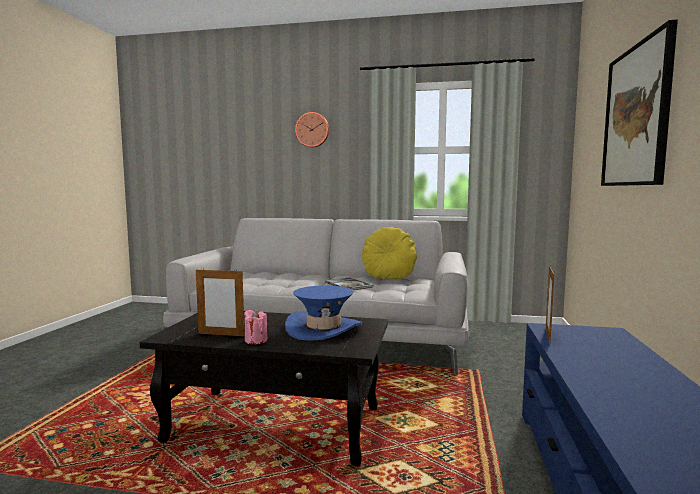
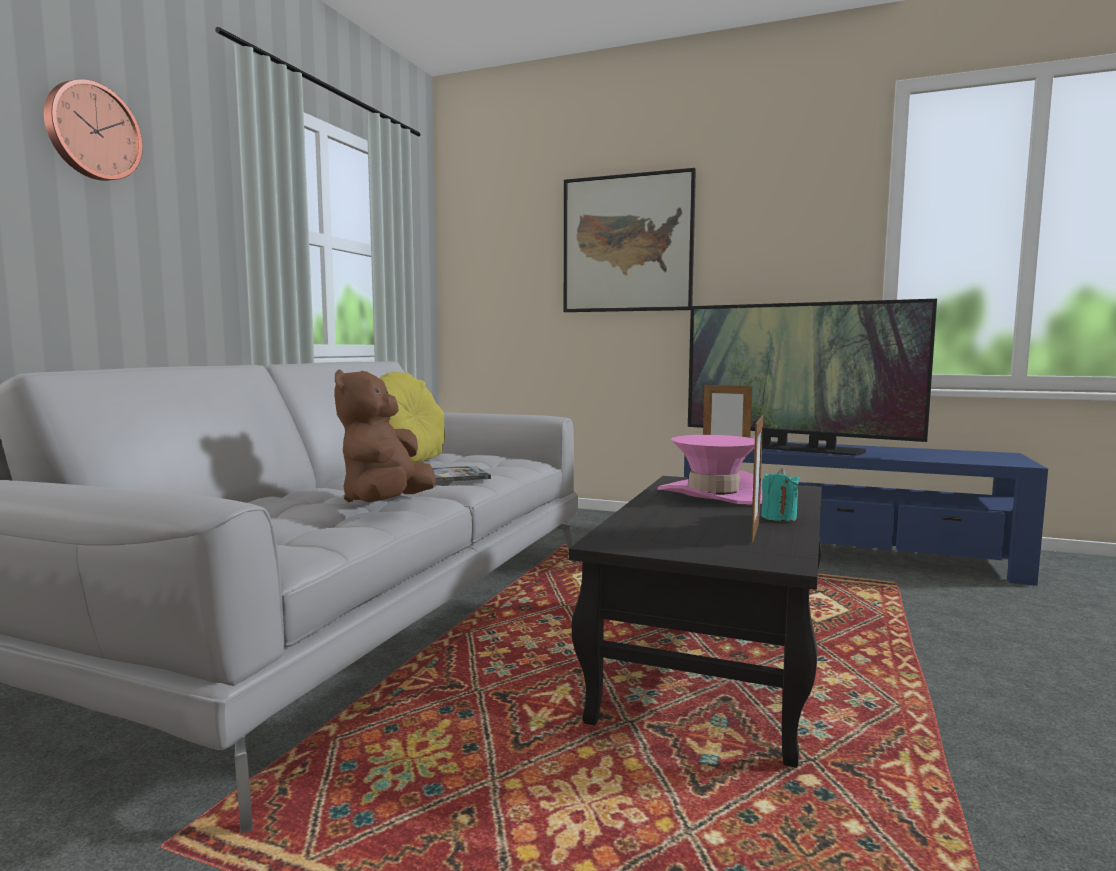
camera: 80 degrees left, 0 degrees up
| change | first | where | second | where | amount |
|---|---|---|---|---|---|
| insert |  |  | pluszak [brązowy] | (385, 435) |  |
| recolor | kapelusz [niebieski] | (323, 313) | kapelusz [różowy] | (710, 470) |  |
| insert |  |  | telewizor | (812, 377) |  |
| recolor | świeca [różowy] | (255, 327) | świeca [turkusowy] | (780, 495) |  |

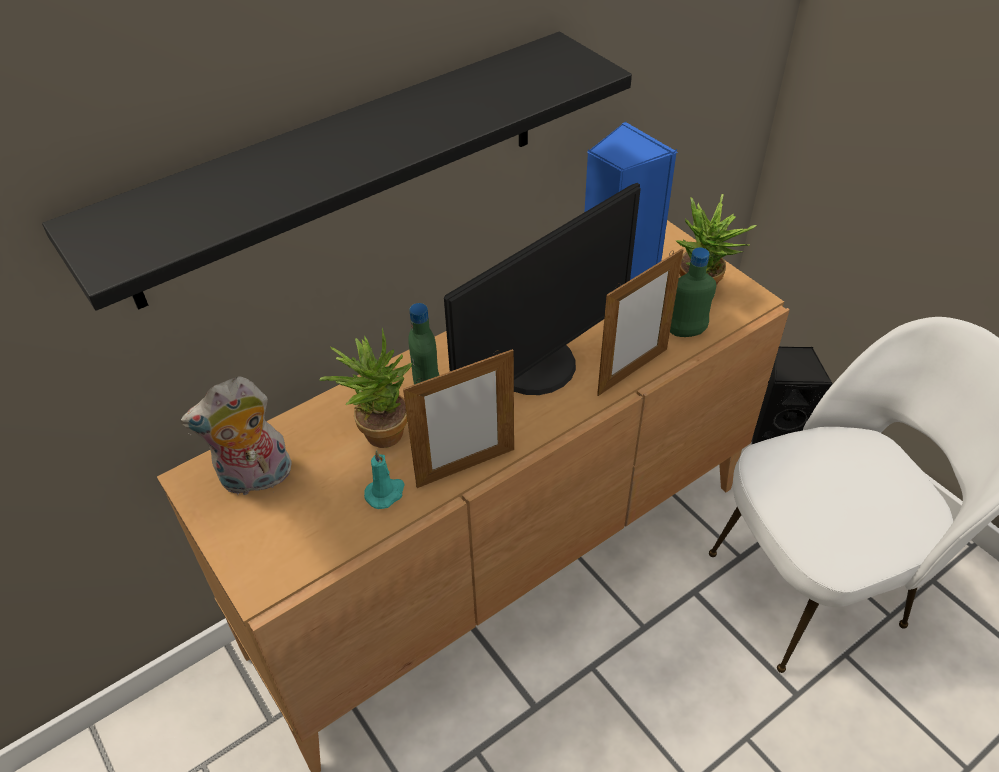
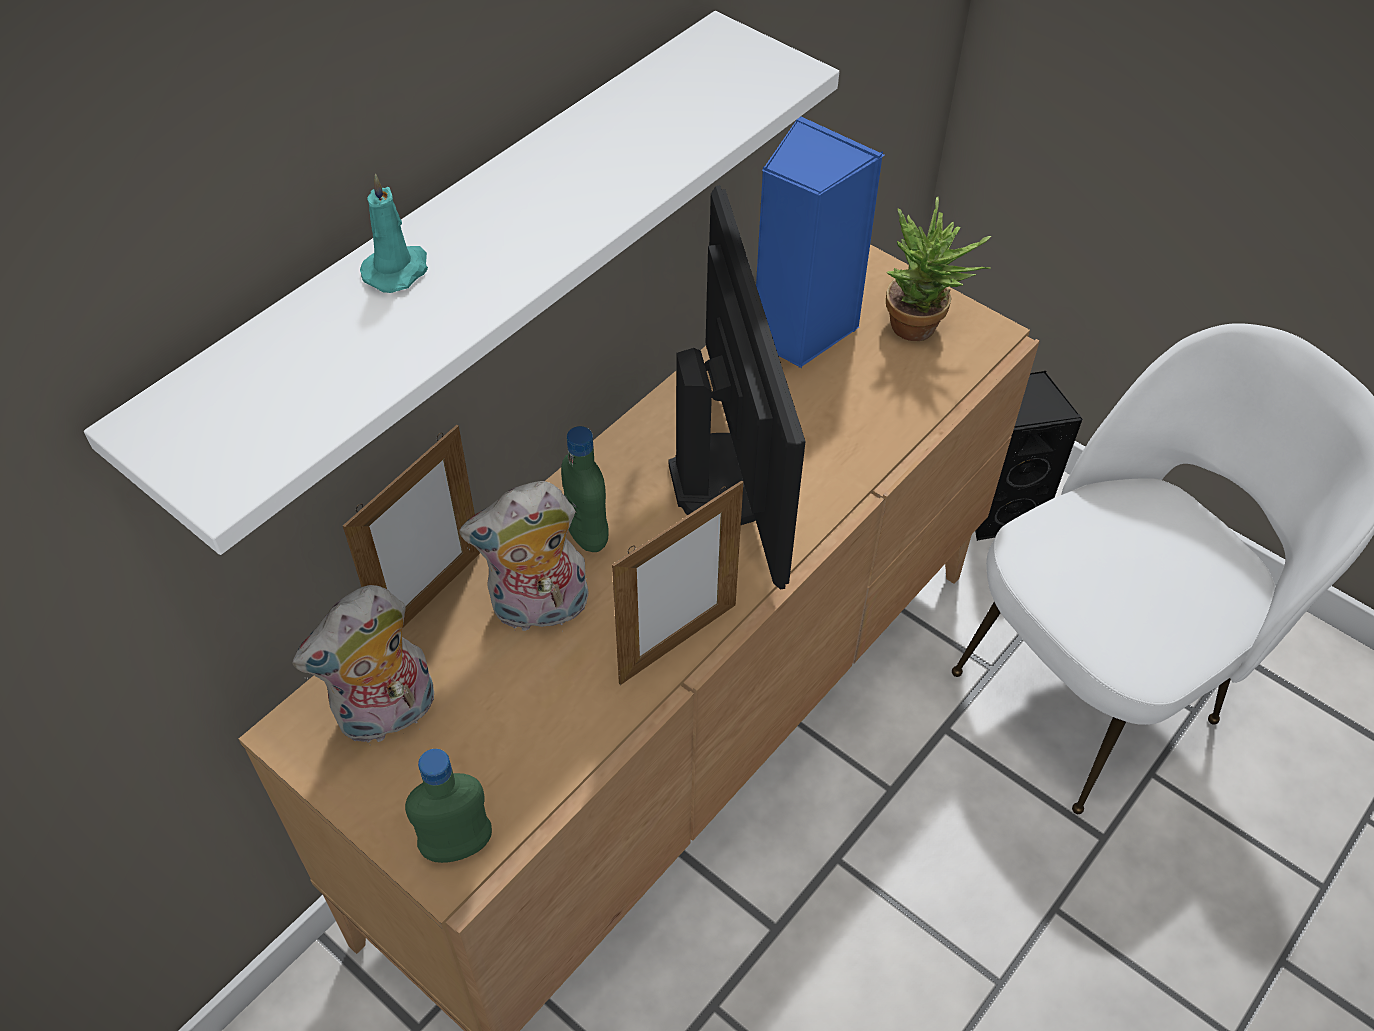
camera: 15 degrees left, 5 degrees up
| change | first | where | second | where | amount |
|---|---|---|---|---|---|
| recolor | półka [czarny] | (337, 171) | półka [biały] | (461, 283) |  |
| move | ramka na zdjęcie | (640, 322) |  | (411, 526) |  |
| move | świeca [turkusowy] | (384, 479) |  | (394, 233) |  |
| move | butelka [zielony] | (693, 292) |  | (448, 806) |  |
| replace | roślina doniczkowa | (365, 388) | pluszak | (524, 556) |  |
| rotate | monitor | (542, 289) |  | (737, 388) | 45 degrees counterclockwise |

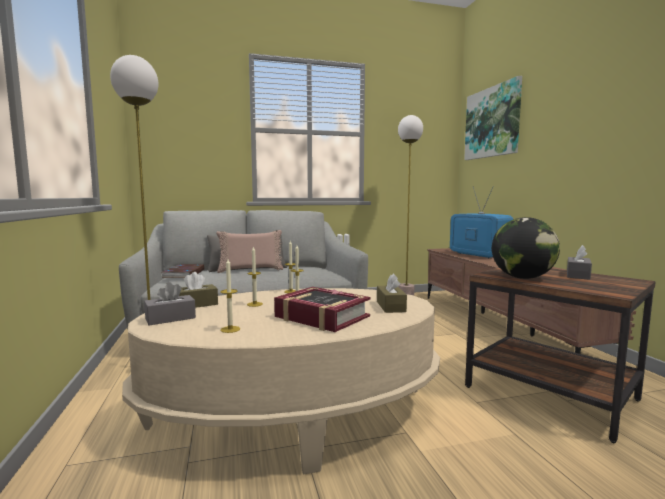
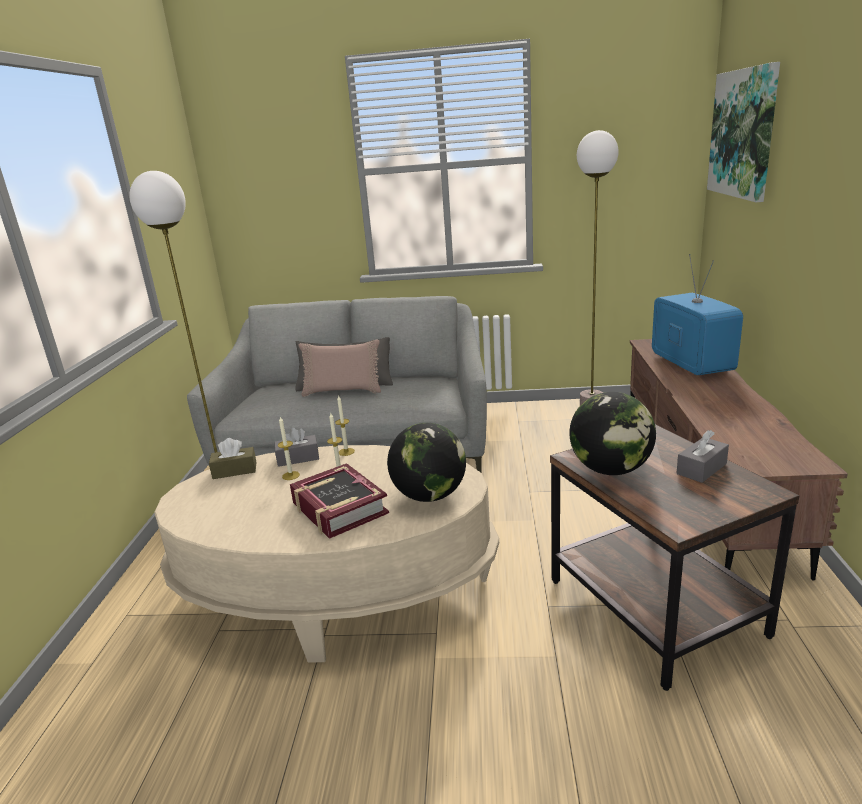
camera: 20 degrees right, 15 degrees up
| change | first | where | second | where | amount |
|---|---|---|---|---|---|
| move | pudełko chusteczek [szary] | (170, 303) |  | (297, 447) |  |
| replace | pudełko chusteczek [brązowy] | (392, 293) | globus | (426, 462) |  |
| delete | książka | (183, 271) |  |  |  |
| delete | świeca | (230, 296) |  |  |  |

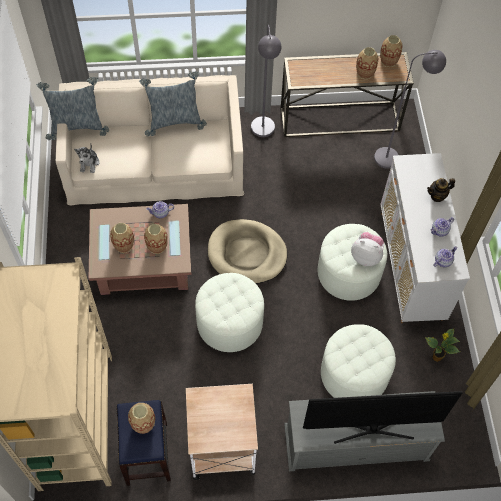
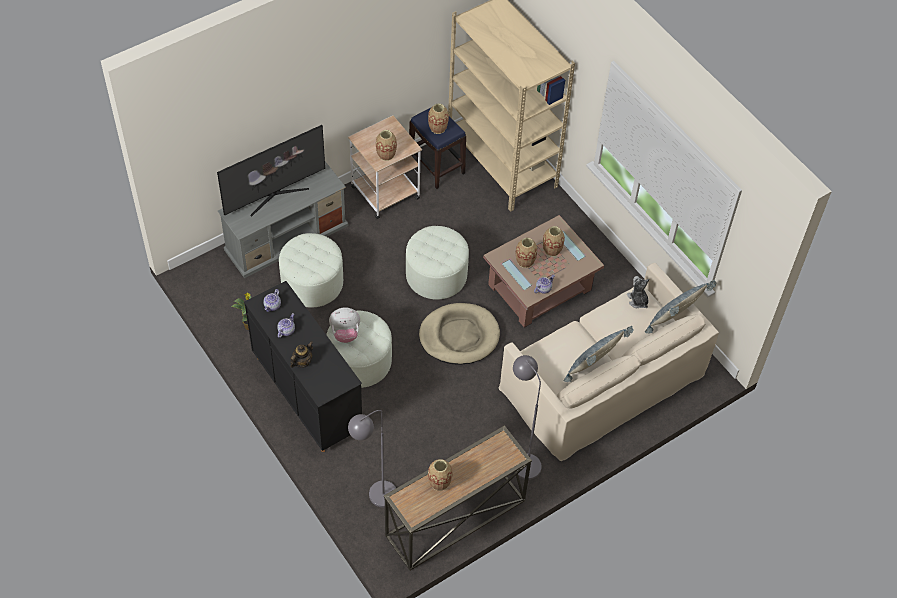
camera: 150 degrees right, 5 degrees down
| change | first | where | second | where | amount |
|---|---|---|---|---|---|
| recolor | szafka [biały] | (425, 238) | szafka [czarny] | (303, 366) |  |
| move | wazon | (391, 51) |  | (386, 145) |  |

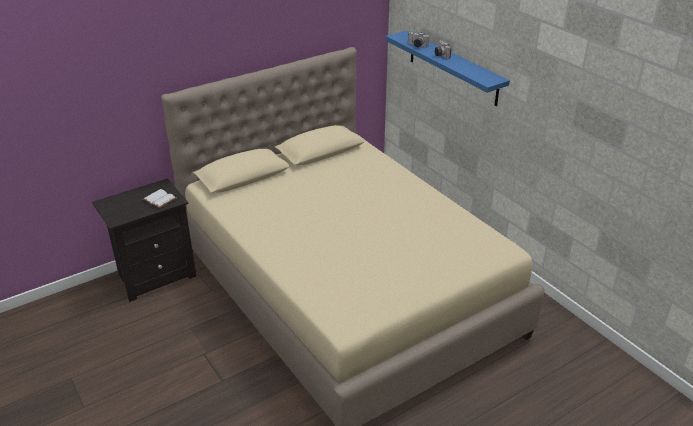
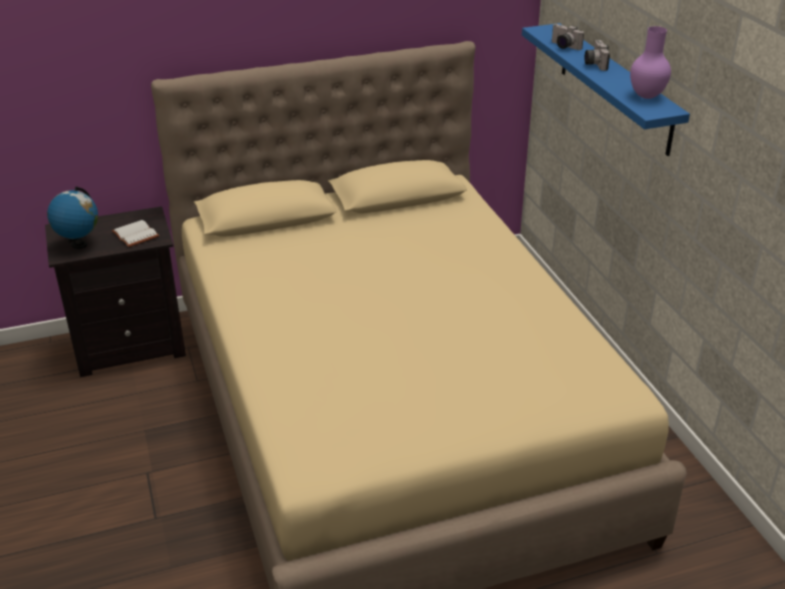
camera: 15 degrees right, 0 degrees up
| change | first | where | second | where | amount |
|---|---|---|---|---|---|
| insert |  |  | globus | (72, 217) |  |
| insert |  |  | wazon [fioletowy] | (650, 62) |  |

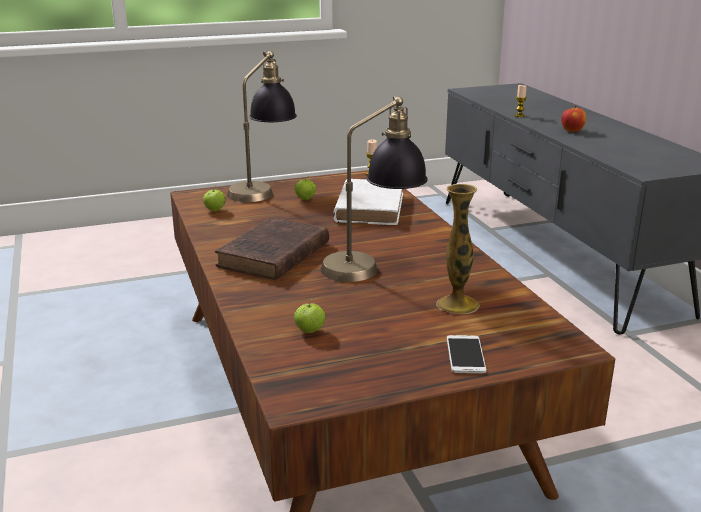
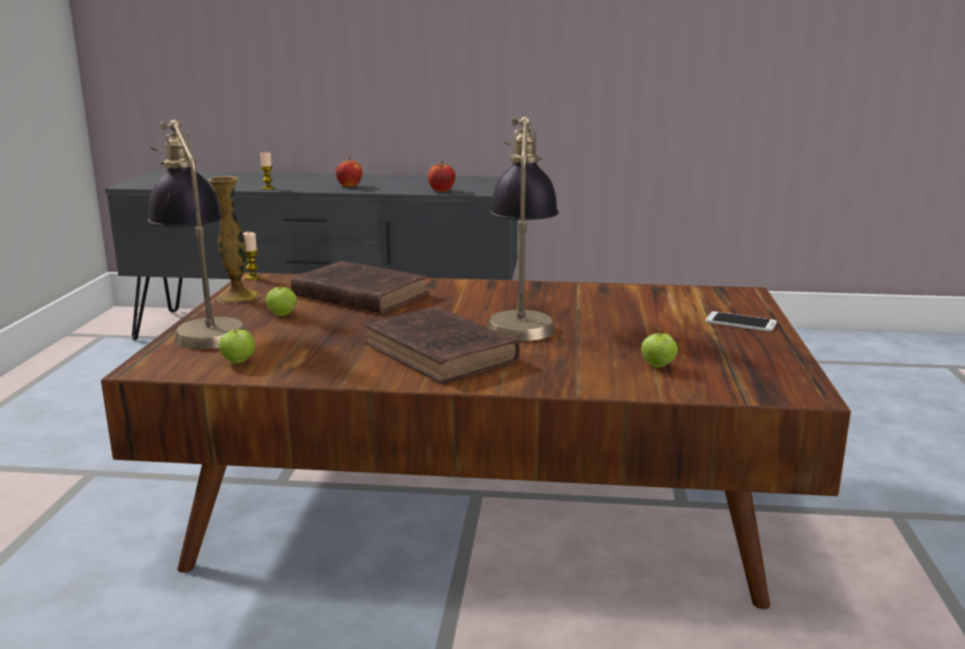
camera: 65 degrees left, 5 degrees down
| change | first | where | second | where | amount |
|---|---|---|---|---|---|
| move | wazon | (458, 249) |  | (234, 239) |  |
| recolor | książka [biały] | (368, 202) | książka [brązowy] | (359, 287) |  |
| insert |  |  | jabłko | (441, 176) |  |

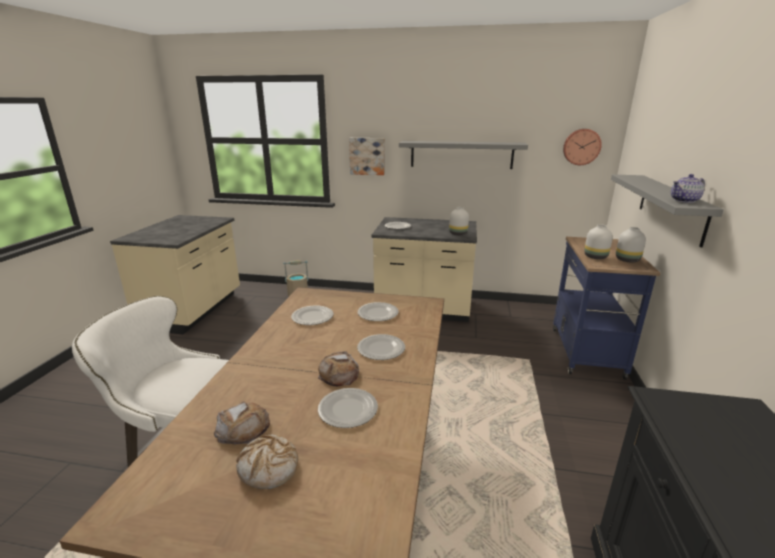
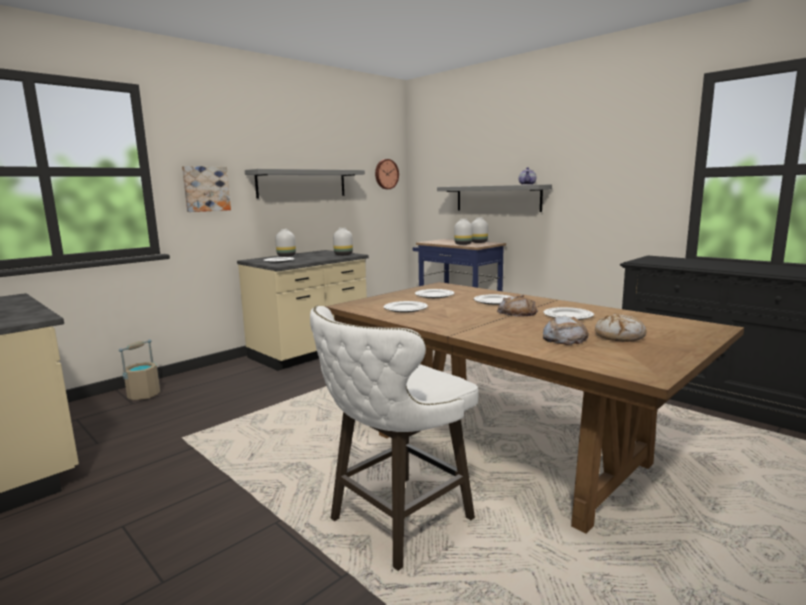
camera: 55 degrees left, 10 degrees down
| change | first | where | second | where | amount |
|---|---|---|---|---|---|
| insert |  |  | wazon [biały] | (285, 243) |  |

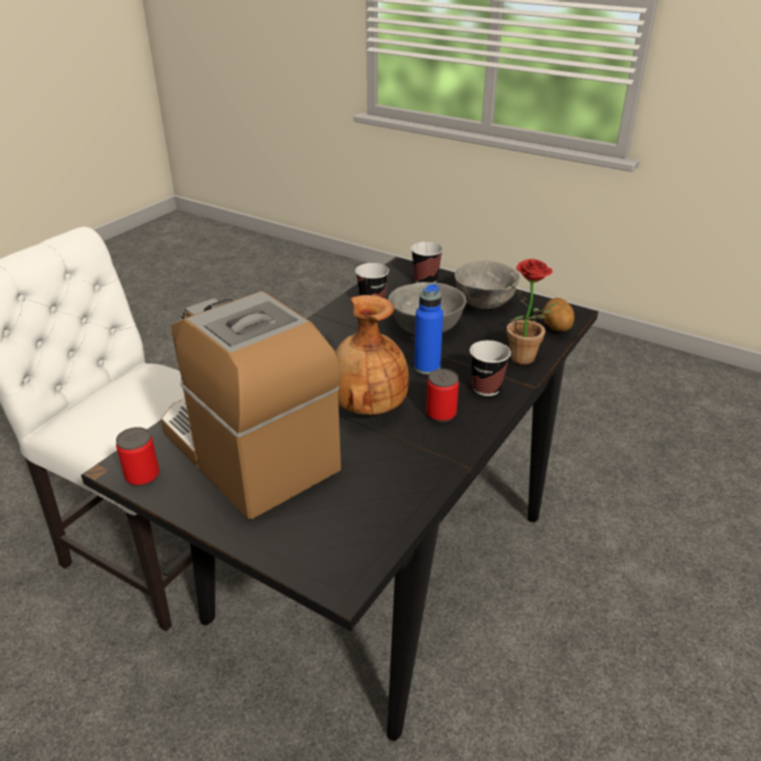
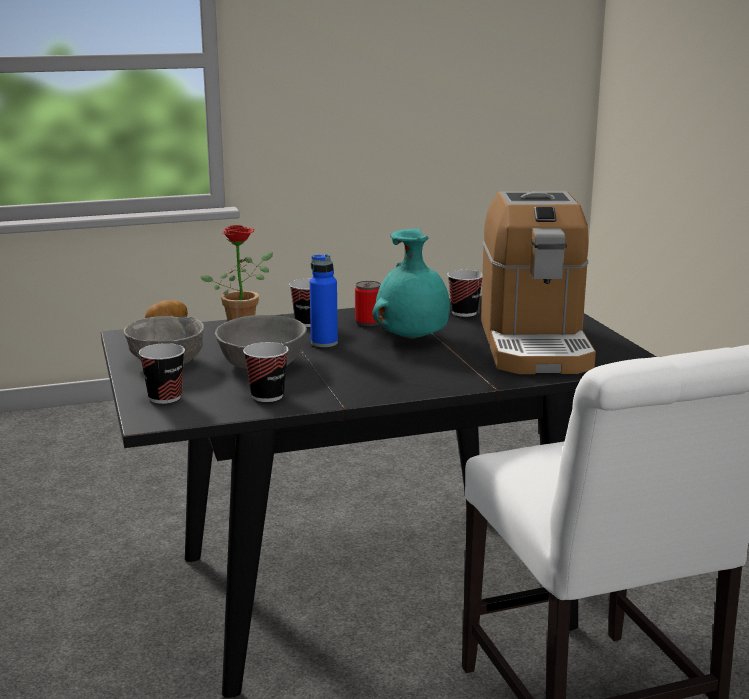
camera: 140 degrees left, 15 degrees down
| change | first | where | second | where | amount |
|---|---|---|---|---|---|
| recolor | wazon [brązowy] | (372, 355) | wazon [turkusowy] | (411, 284) |  |
| insert |  |  | filiżanka | (465, 293) |  |
| delete | puszka | (137, 457) |  |  |  |

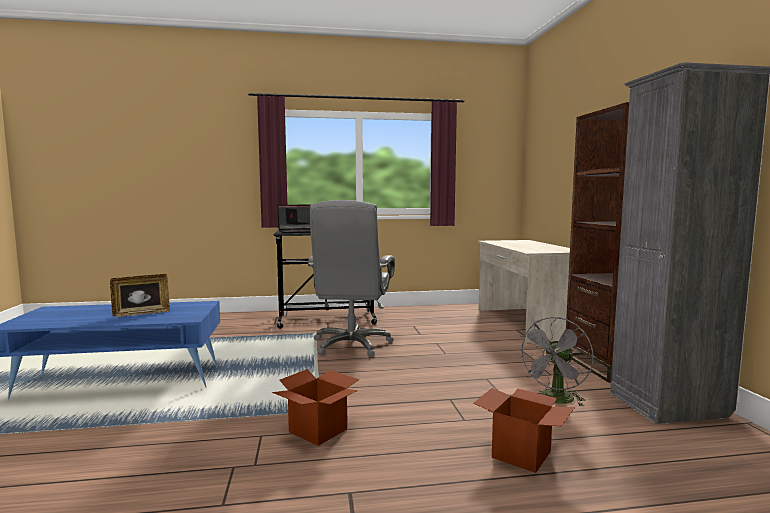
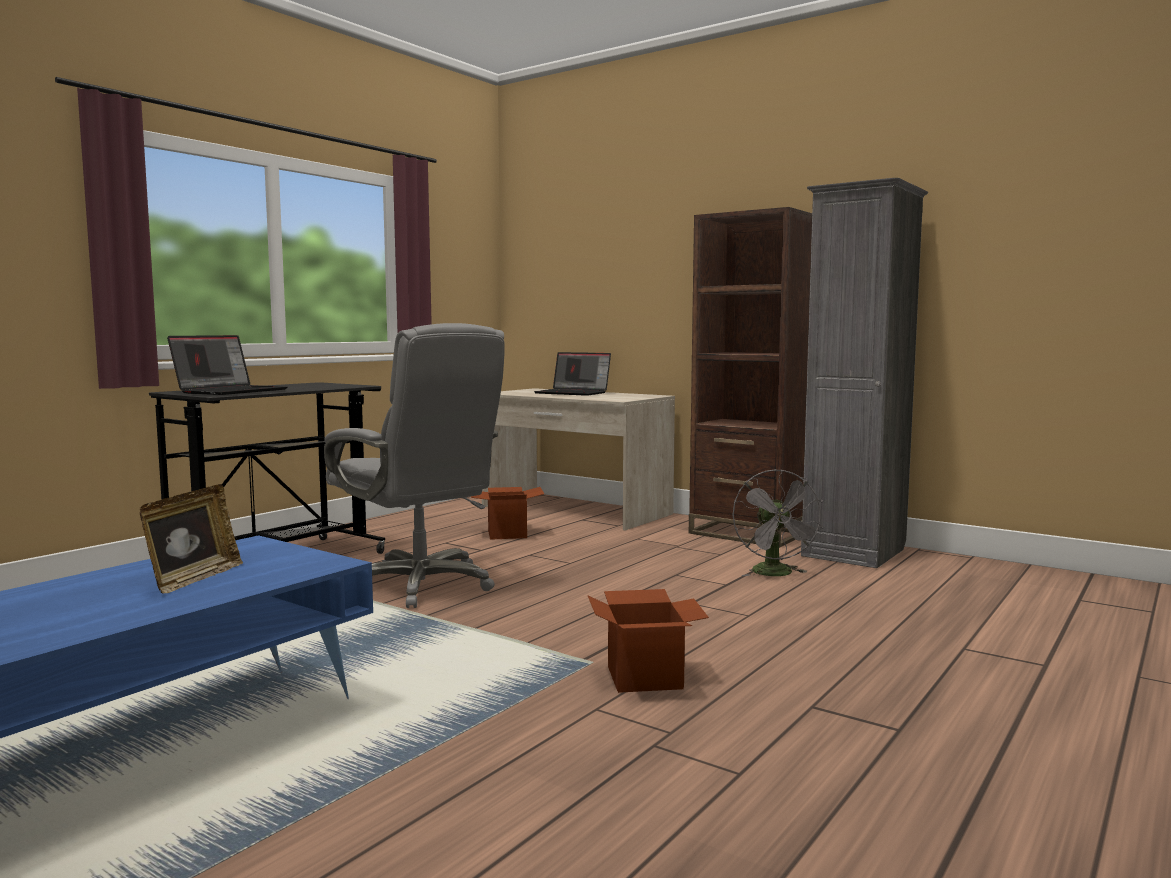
camera: 45 degrees left, 0 degrees up
| change | first | where | second | where | amount |
|---|---|---|---|---|---|
| move | karton | (524, 430) |  | (507, 513) |  |
| insert |  |  | laptop | (572, 374) |  |

